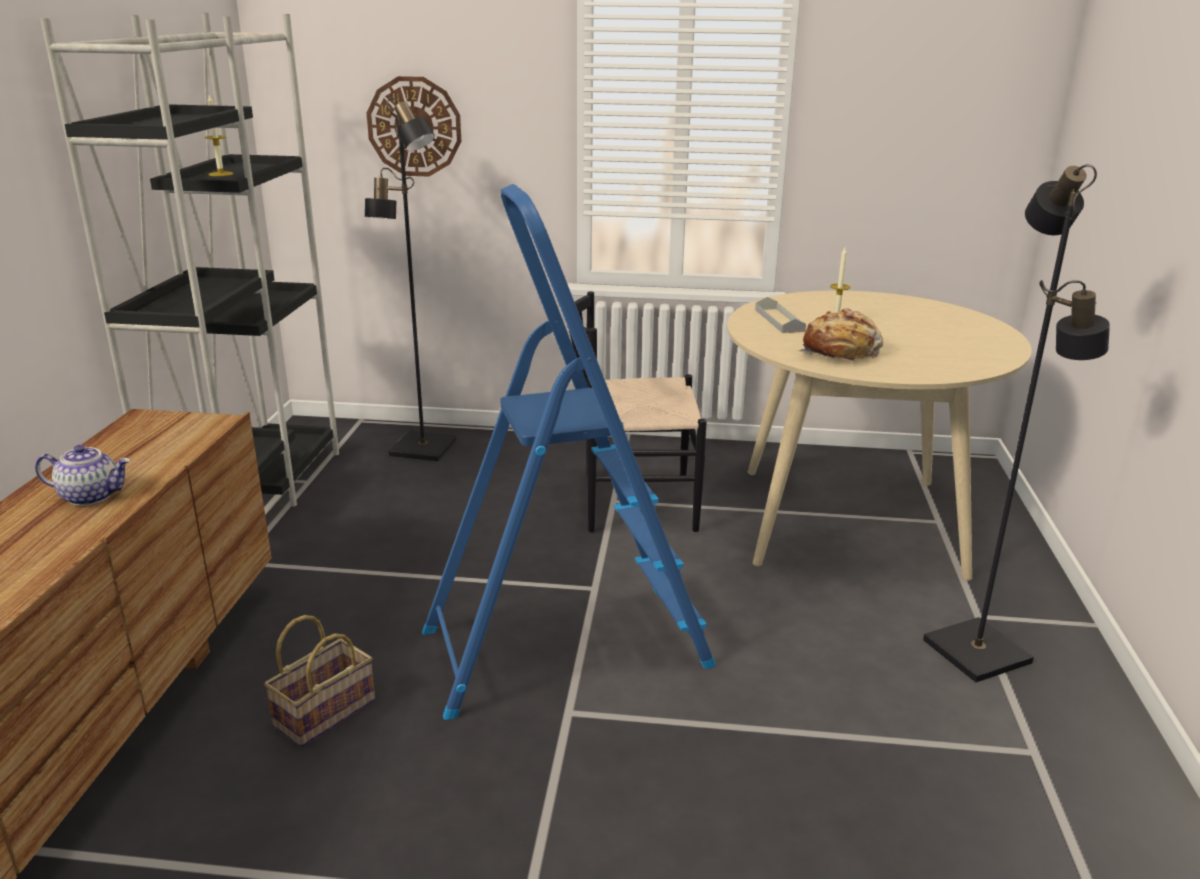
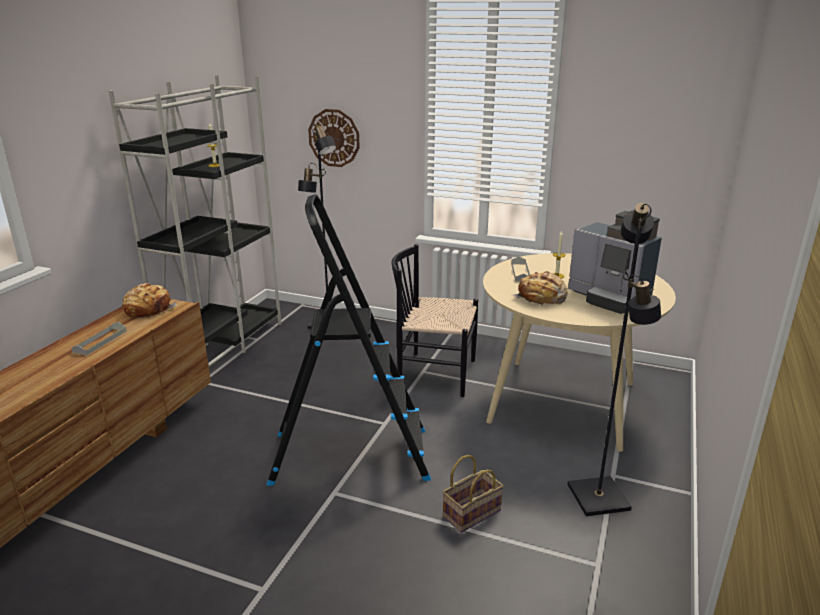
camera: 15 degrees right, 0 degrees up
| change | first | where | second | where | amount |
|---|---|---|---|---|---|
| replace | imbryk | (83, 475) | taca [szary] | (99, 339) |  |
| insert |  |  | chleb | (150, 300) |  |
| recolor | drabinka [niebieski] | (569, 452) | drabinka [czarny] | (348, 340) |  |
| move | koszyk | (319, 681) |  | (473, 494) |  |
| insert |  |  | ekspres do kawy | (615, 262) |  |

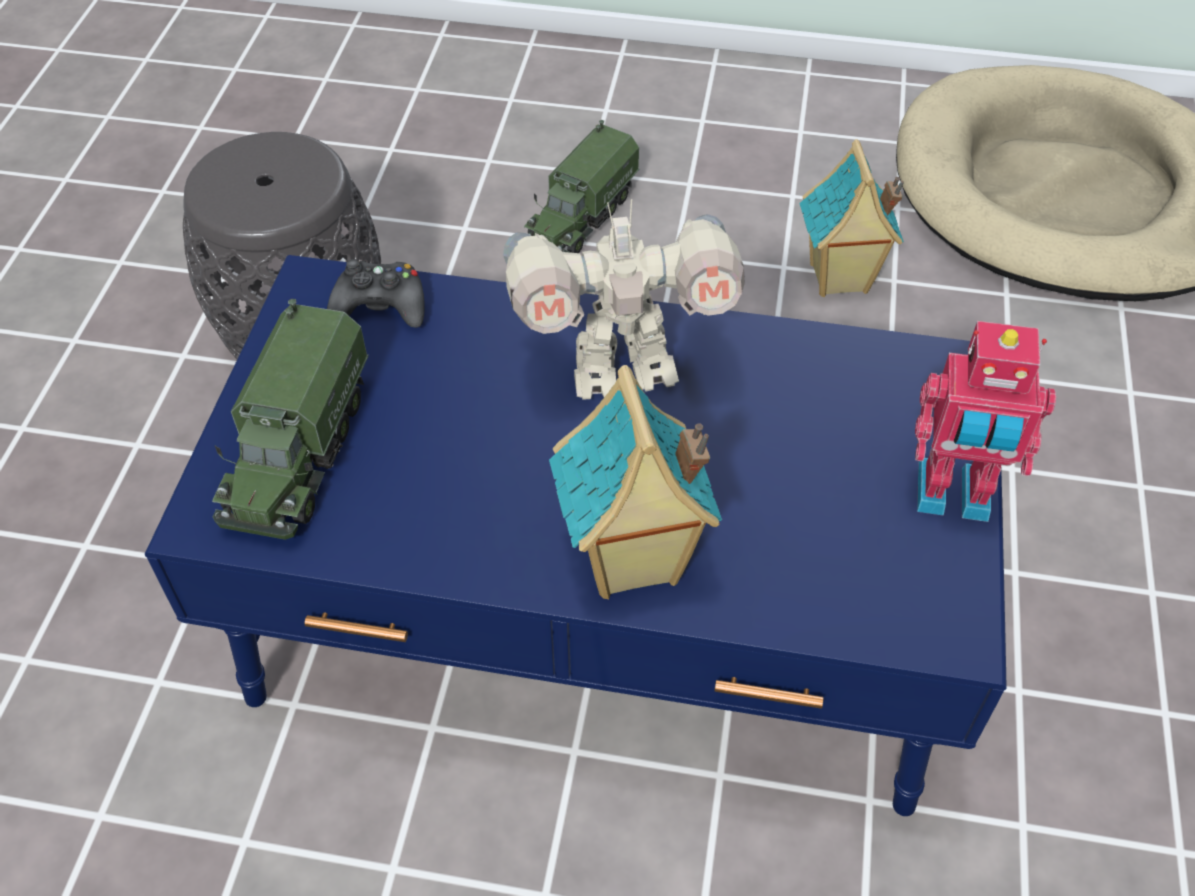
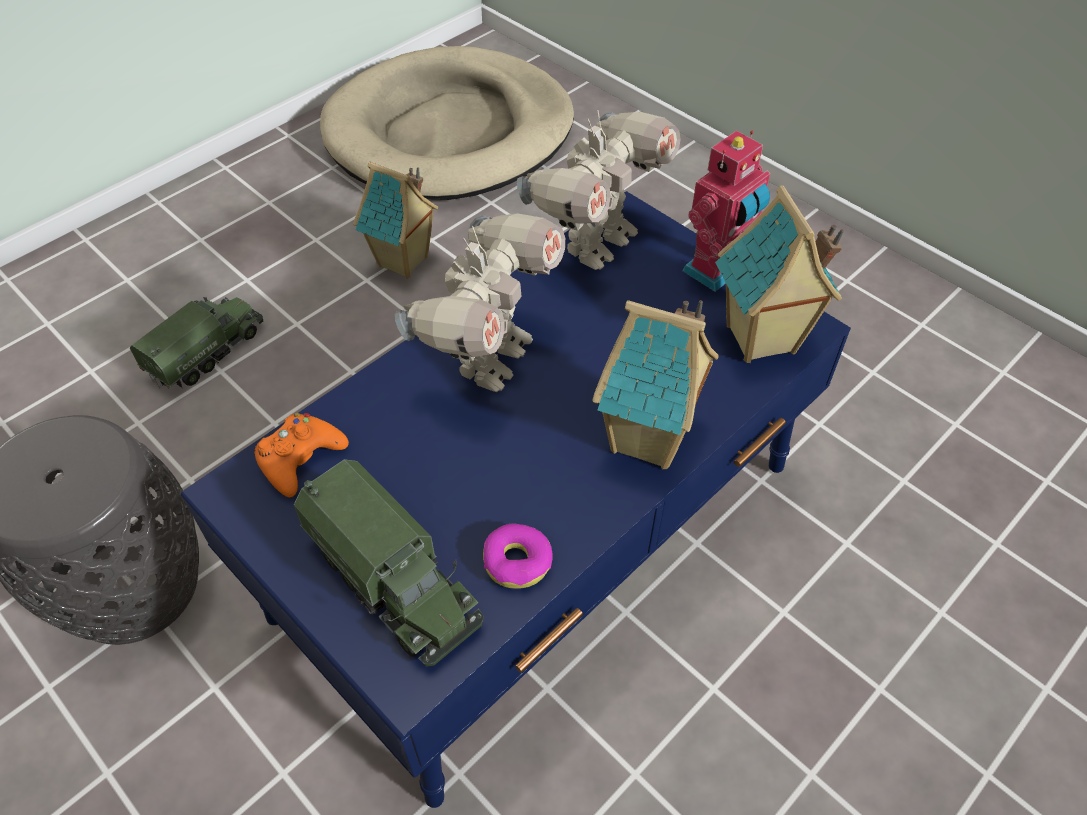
camera: 55 degrees left, 0 degrees up
| change | first | where | second | where | amount |
|---|---|---|---|---|---|
| rotate | ciężarówka zabawkowa | (581, 186) |  | (196, 342) | 120 degrees counterclockwise |
| recolor | pad do gier [czarny] | (376, 293) | pad do gier [pomarańczowy] | (301, 455) |  |
| insert |  |  | donut | (517, 556) |  |
| insert |  |  | robot zabawkowy | (599, 190) |  |
| insert |  |  | domek | (779, 274) |  |

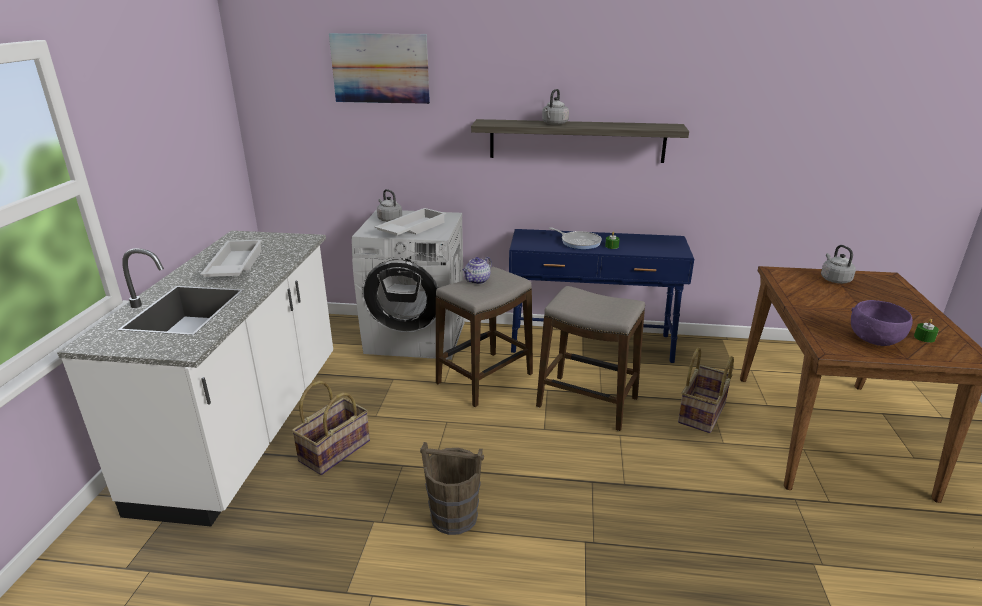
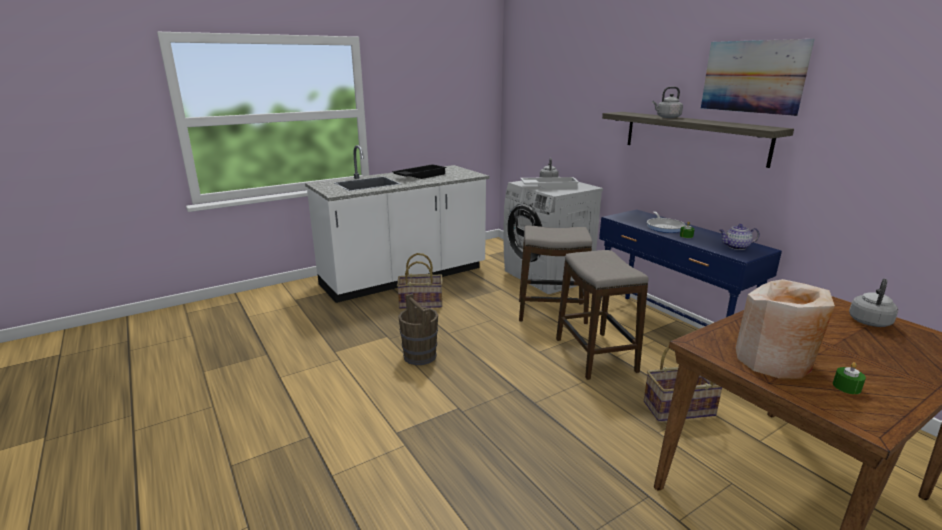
camera: 50 degrees right, 5 degrees down
| change | first | where | second | where | amount |
|---|---|---|---|---|---|
| recolor | taca [biały] | (231, 258) | taca [czarny] | (419, 171) |  |
| move | obraz | (379, 68) |  | (758, 77) |  |
| move | imbryk | (477, 270) |  | (739, 237) |  |
| replace | miska [fioletowy] | (882, 323) | wazon [beżowy] | (785, 328) |  |

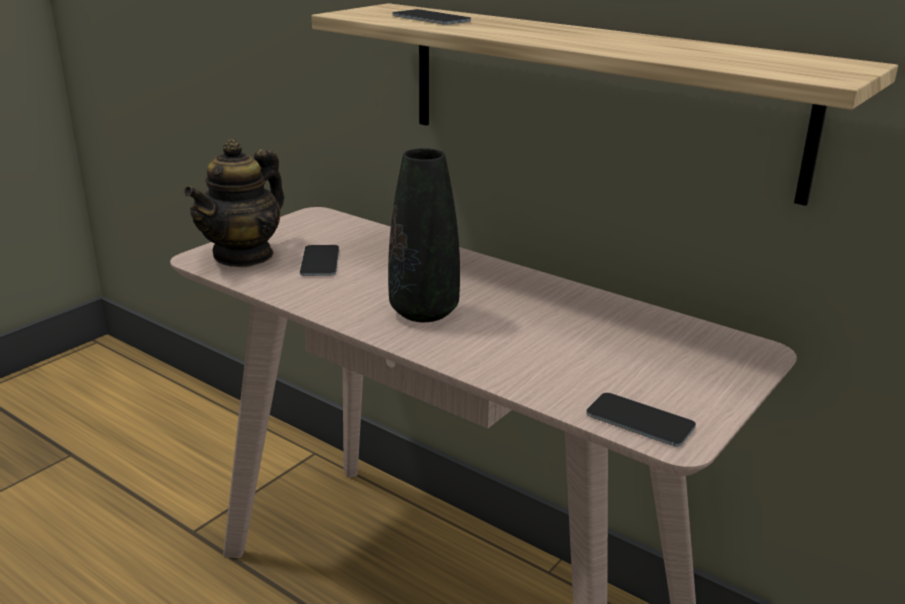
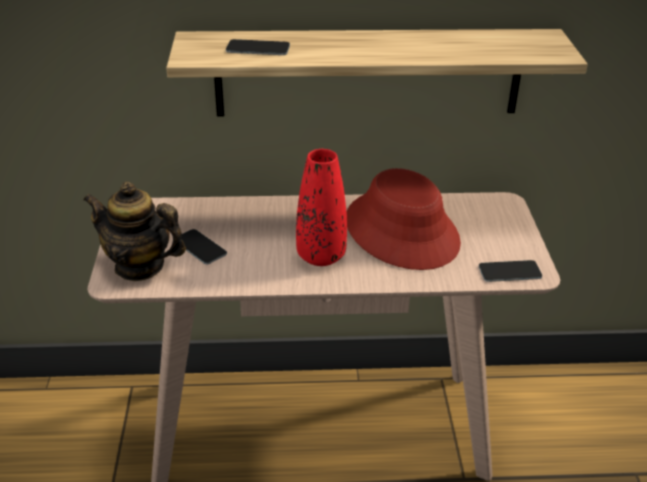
camera: 40 degrees left, 10 degrees up
| change | first | where | second | where | amount |
|---|---|---|---|---|---|
| rotate | imbryk | (234, 203) |  | (134, 231) | 120 degrees clockwise |
| recolor | wazon [czarny] | (424, 235) | wazon [czerwony] | (321, 207) |  |
| insert |  |  | kapelusz [czerwony] | (403, 219) |  |

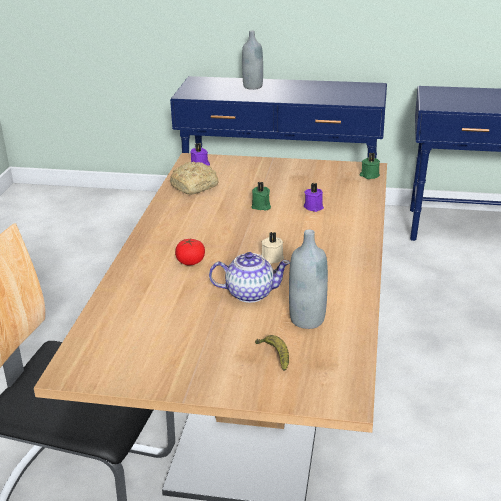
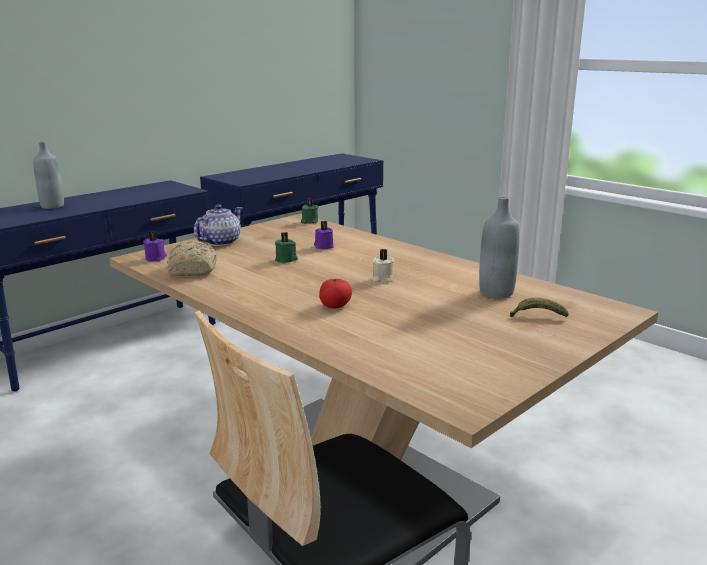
camera: 55 degrees left, 10 degrees down
| change | first | where | second | where | amount |
|---|---|---|---|---|---|
| move | imbryk | (249, 277) |  | (218, 225) |  |

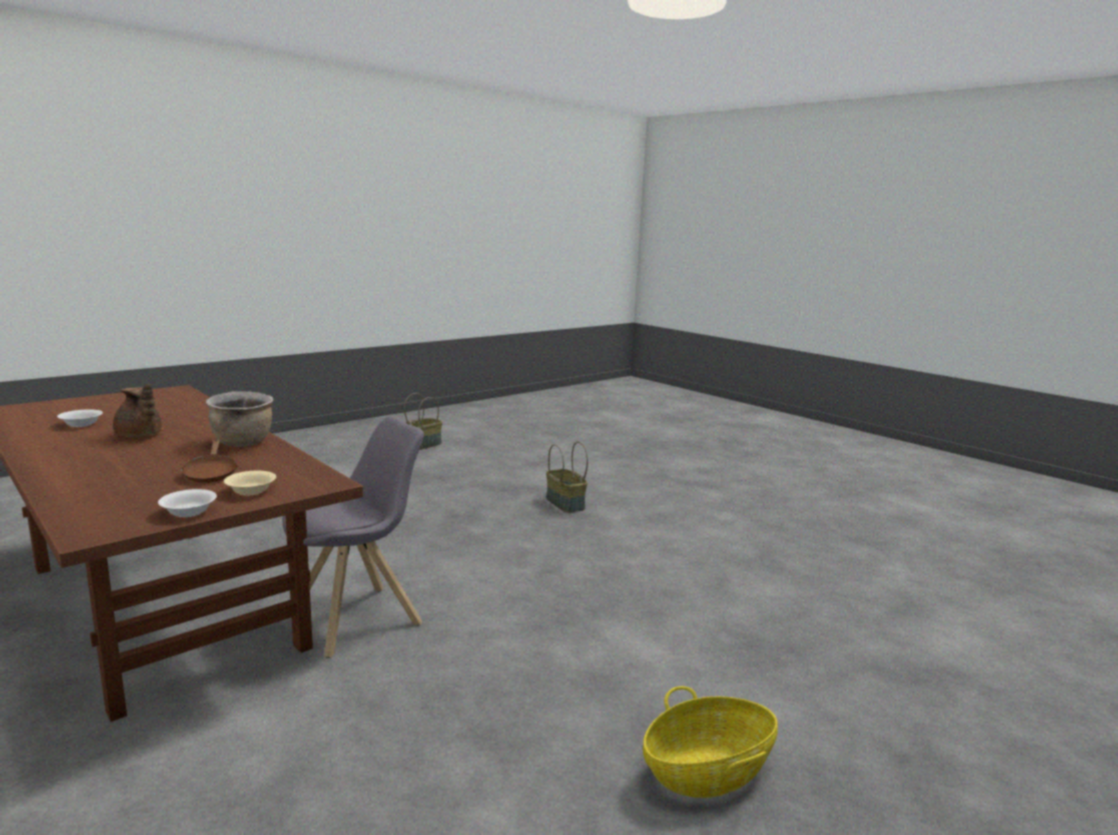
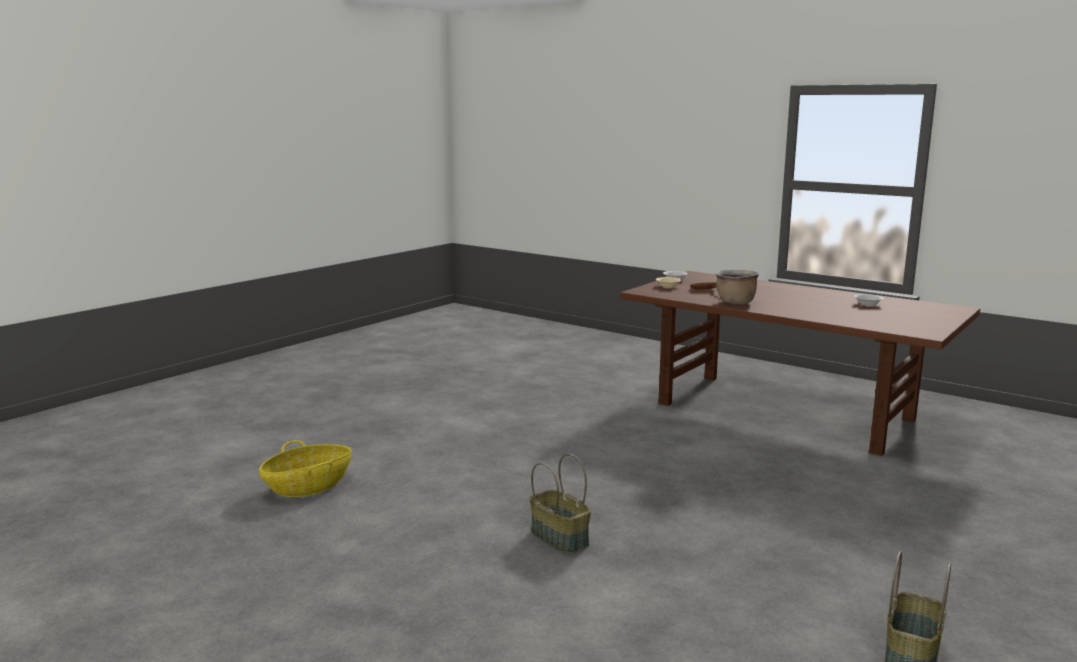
camera: 170 degrees right, 0 degrees up
| change | first | where | second | where | amount |
|---|---|---|---|---|---|
| move | koszyk | (710, 742) |  | (305, 468) |  |
| delete | imbryk [brązowy] | (137, 411) |  |  |  |
| delete | krzesło [szary] | (353, 537) |  |  |  |

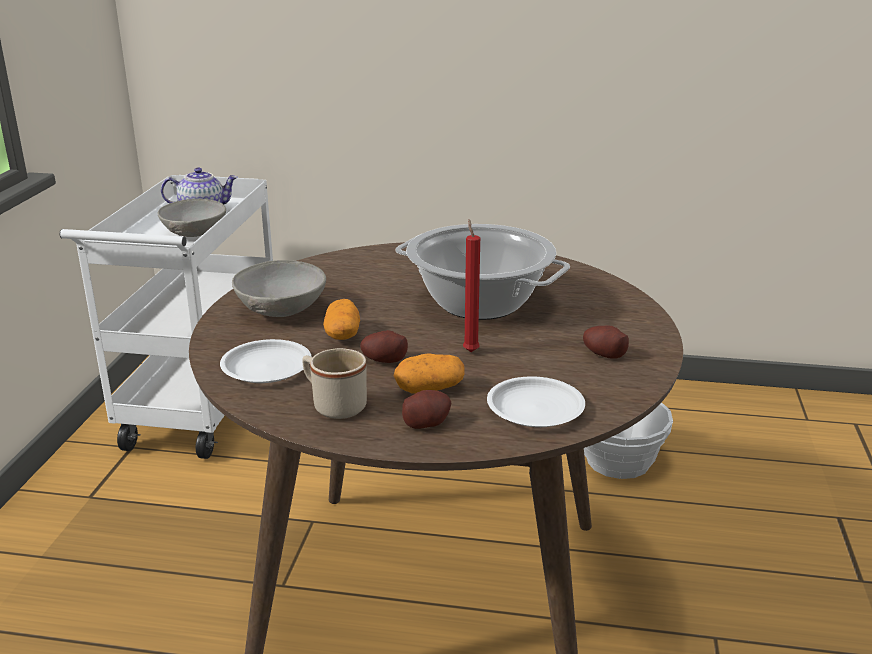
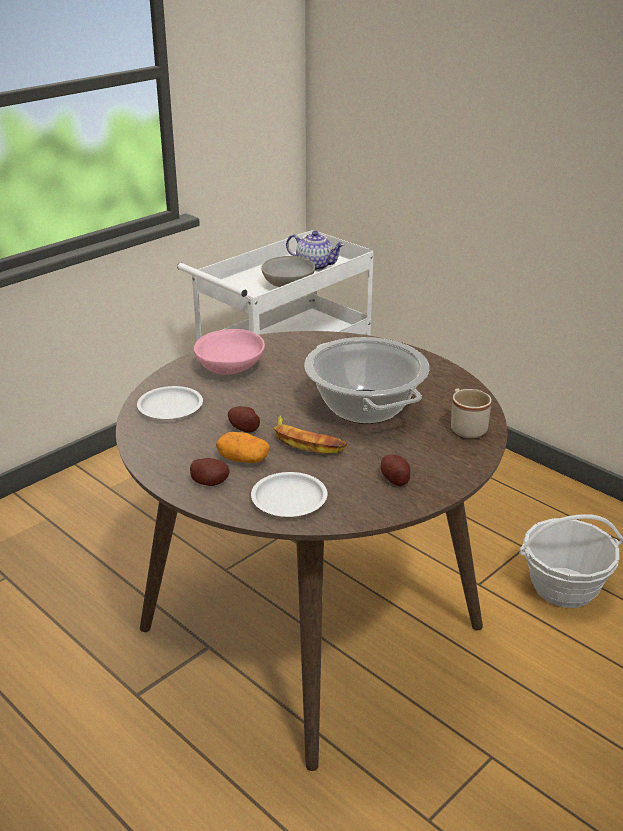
camera: 35 degrees right, 5 degrees up
| change | first | where | second | where | amount |
|---|---|---|---|---|---|
| recolor | miska [szary] | (279, 288) | miska [różowy] | (229, 352) |  |
| replace | świeca [czerwony] | (471, 285) | banan | (310, 435) |  |
| move | kubek [beżowy] | (334, 383) |  | (471, 413) |  |
| delete | ziemniak | (341, 319) |  |  |  |

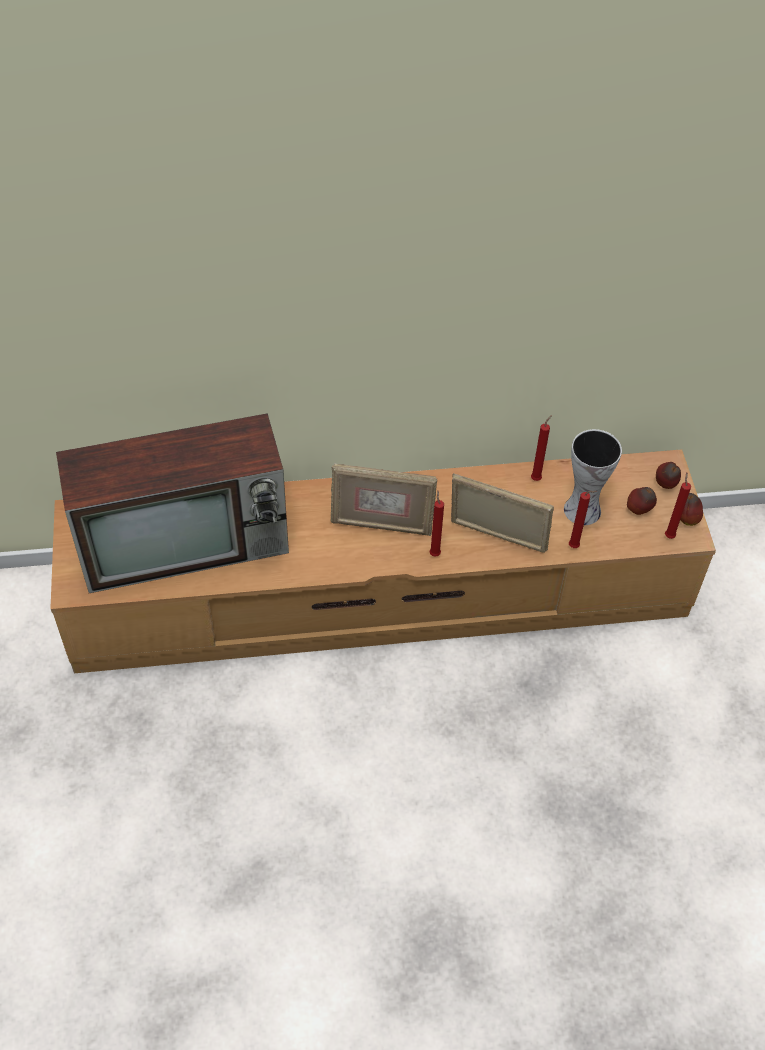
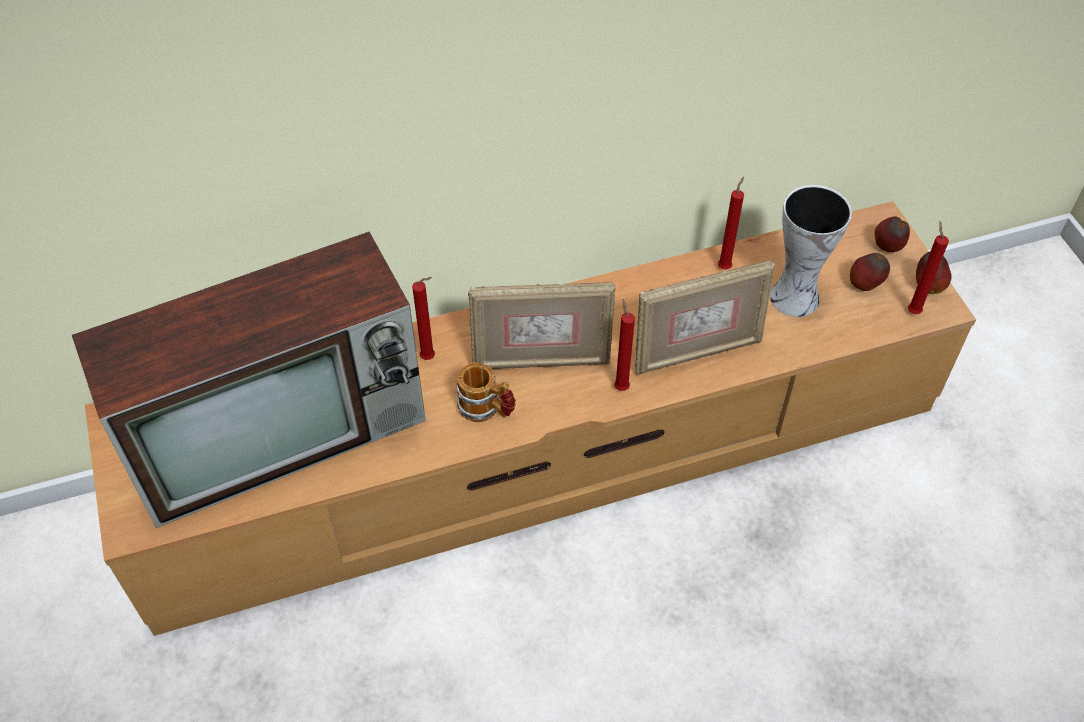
camera: 10 degrees left, 0 degrees up
| change | first | where | second | where | amount |
|---|---|---|---|---|---|
| move | świeca [czerwony] | (583, 519) |  | (423, 318) |  |
| insert |  |  | kubek | (486, 392) |  |
| rotate | ramka na zdjęcie | (502, 513) |  | (705, 317) | 150 degrees clockwise |

